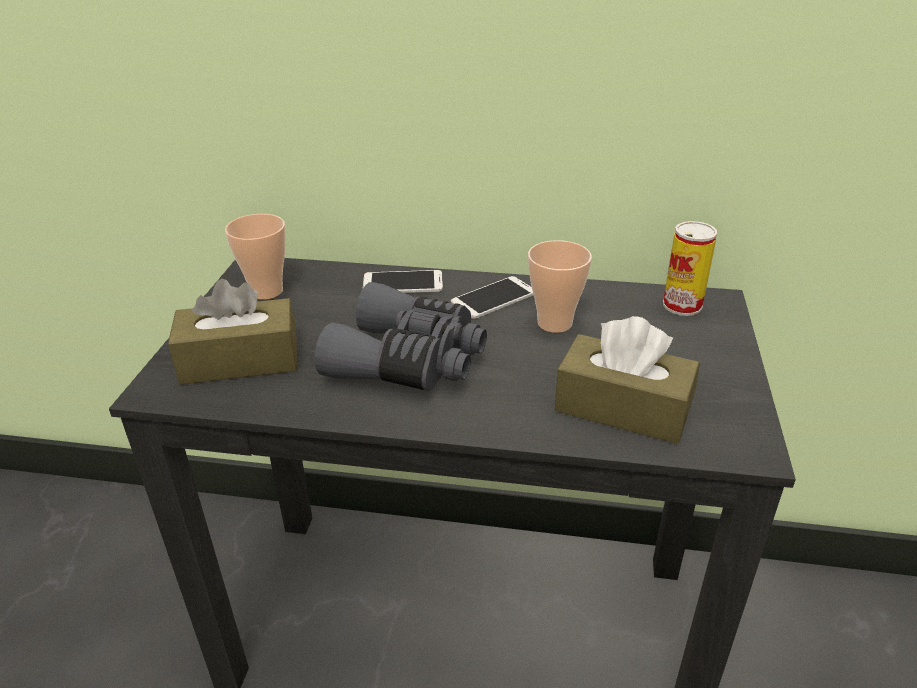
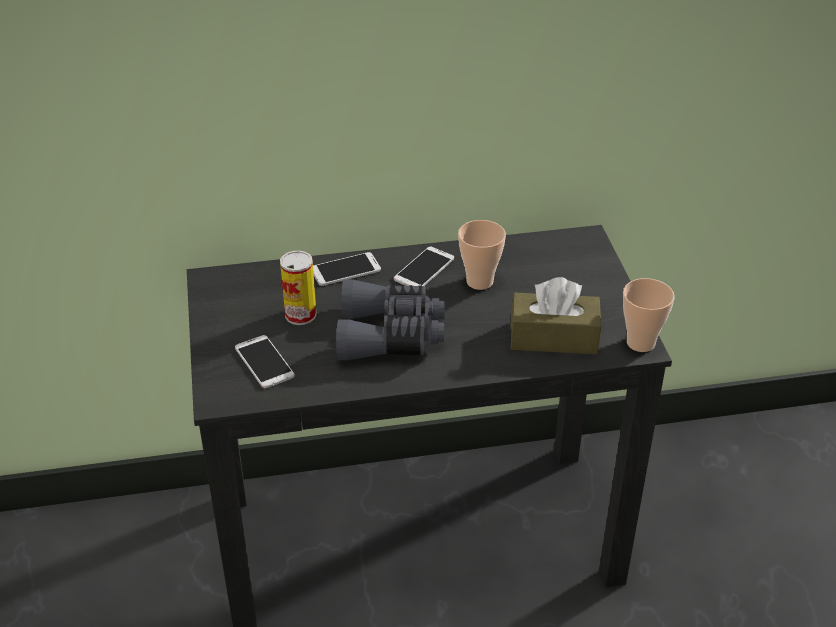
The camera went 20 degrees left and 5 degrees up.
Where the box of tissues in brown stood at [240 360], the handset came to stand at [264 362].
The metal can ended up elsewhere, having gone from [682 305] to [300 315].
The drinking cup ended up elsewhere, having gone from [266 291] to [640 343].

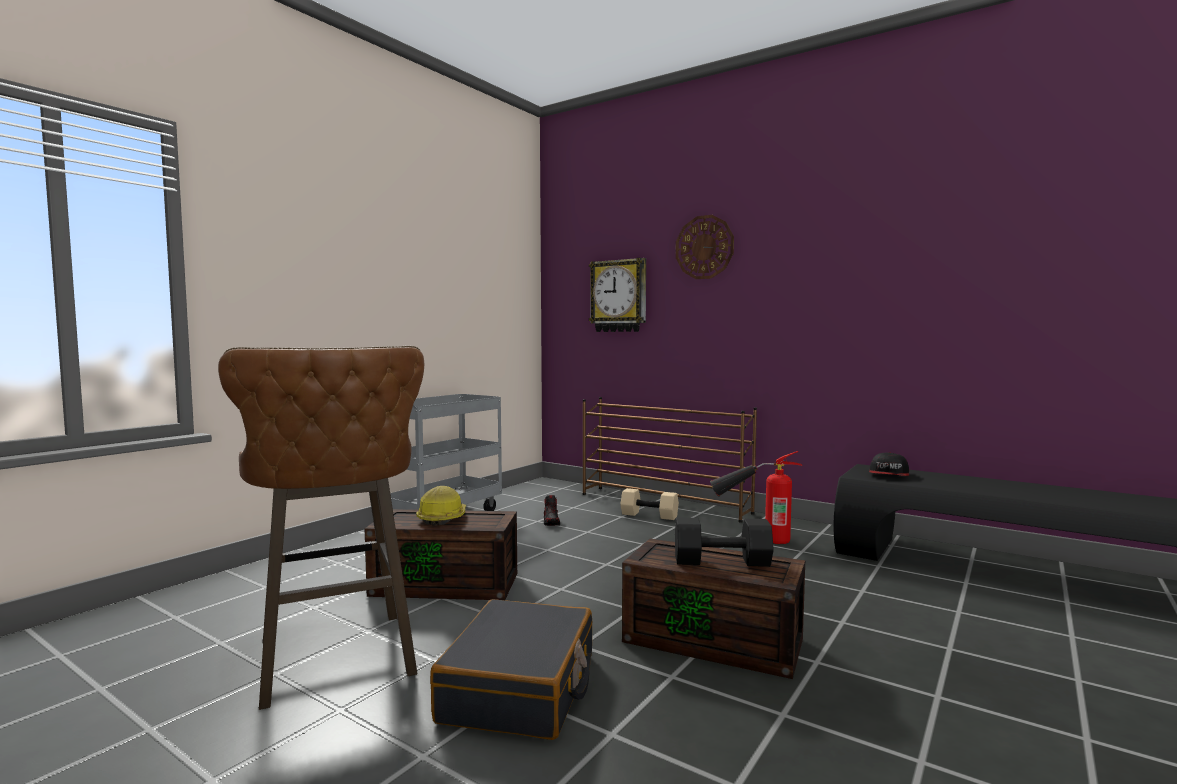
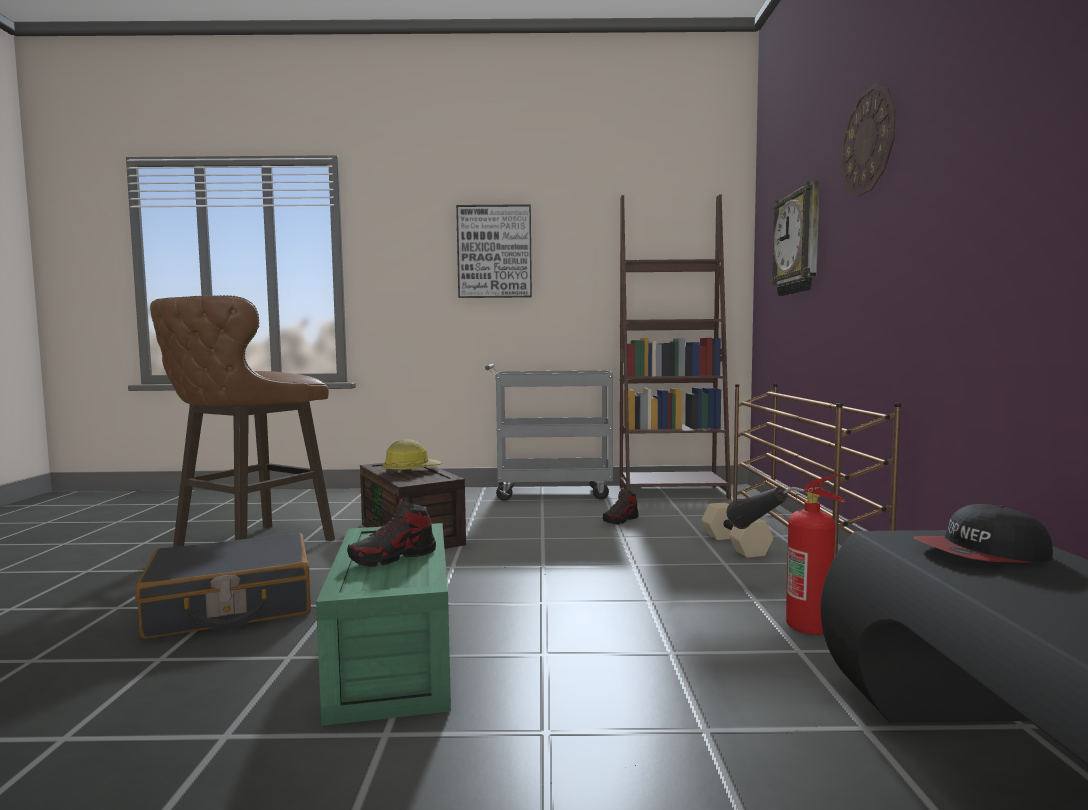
The camera went 55 degrees right and 0 degrees up.
What was the storage box in brown at [715 640] turned into the storage box in green-coloured at [397 659].
Where the hand weight in black stood at [722 561], the shoe came to stand at [393 557].
The second view gained the picture at [494 252].
The second view gained the bookshelf in brown at [672 492].

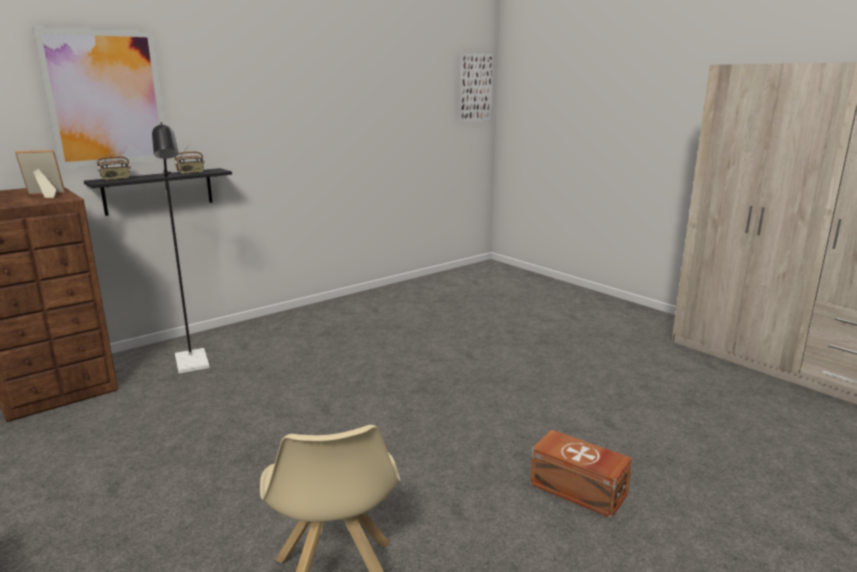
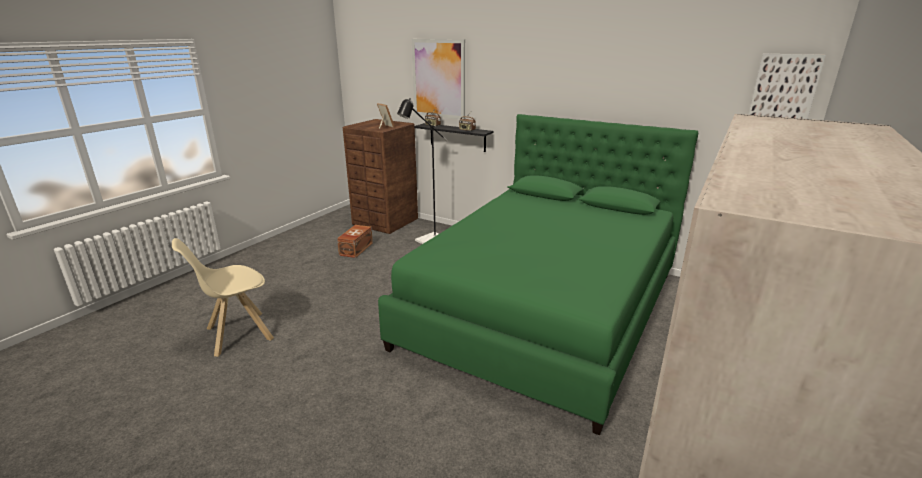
The camera went 70 degrees right and 5 degrees up.
The storage box in brown ended up elsewhere, having gone from [578 490] to [355 249].
The second view gained the sleeping bed in green-coloured at [545 308].

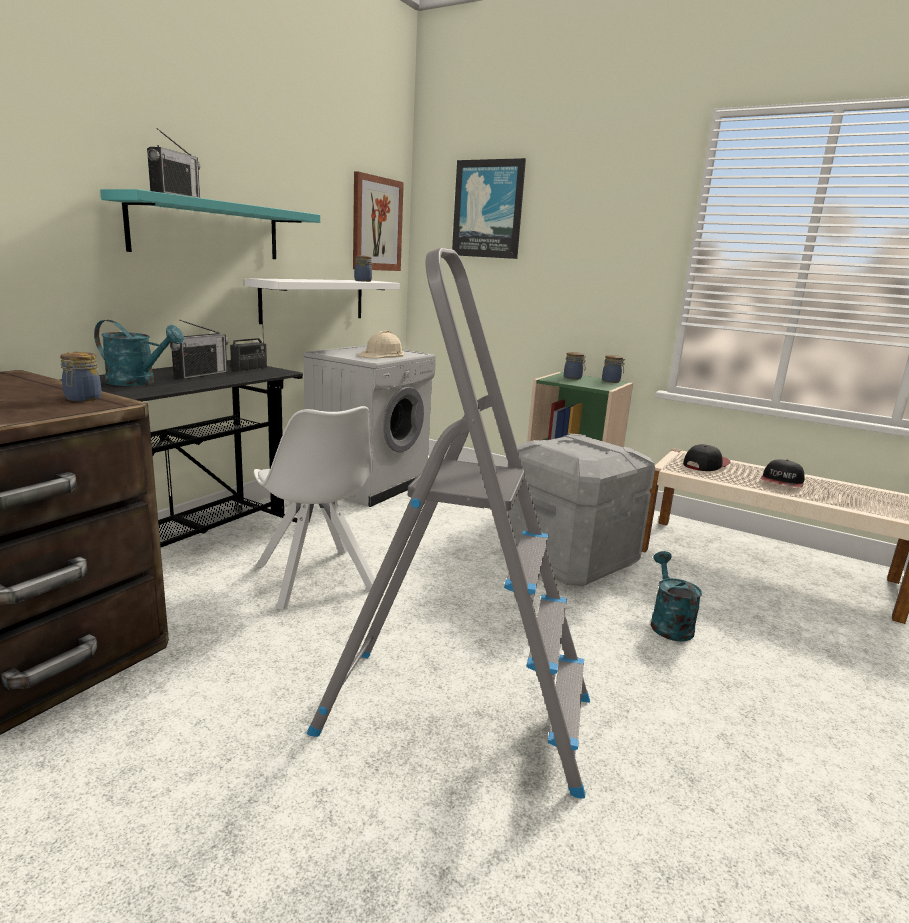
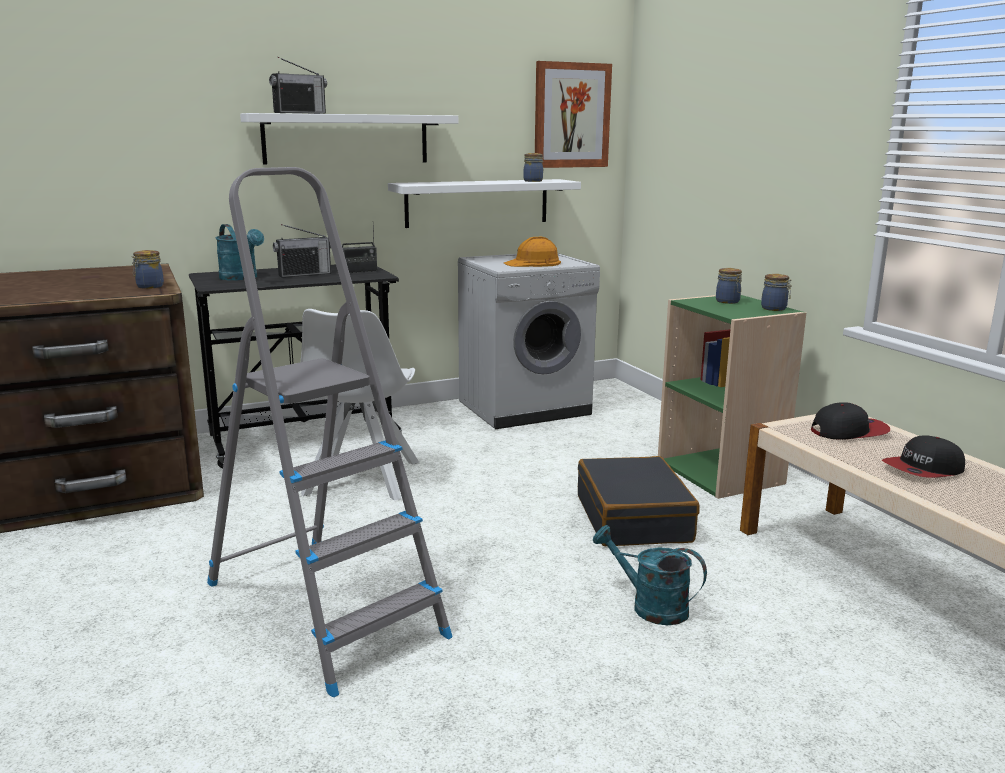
The camera went 35 degrees right and 0 degrees up.
What was the wall shelf in turquoise-coloured at [207 229] turned into the wall shelf in whitish at [346 139].
What was the safety helmet in sand-coloured at [381 354] turned into the safety helmet in orange at [533 263].
Where the storage box in grey stood at [567 558], the piece of luggage in black came to stand at [634 518].
The watering pot in turquoise-coloured at [668 623] ended up facing another way, 90 degrees counterclockwise from before.
The second view lost the picture at [488 209].

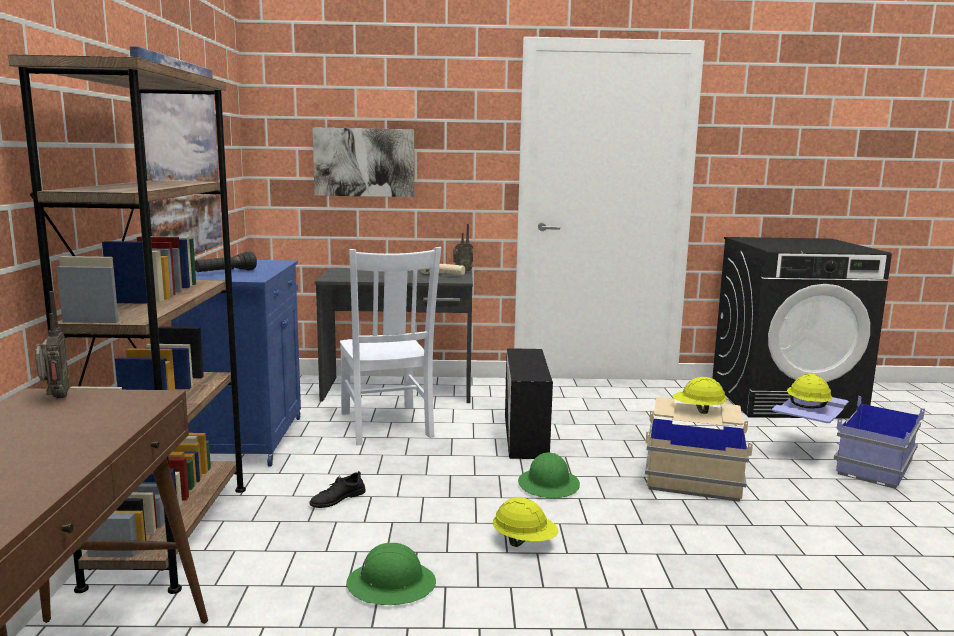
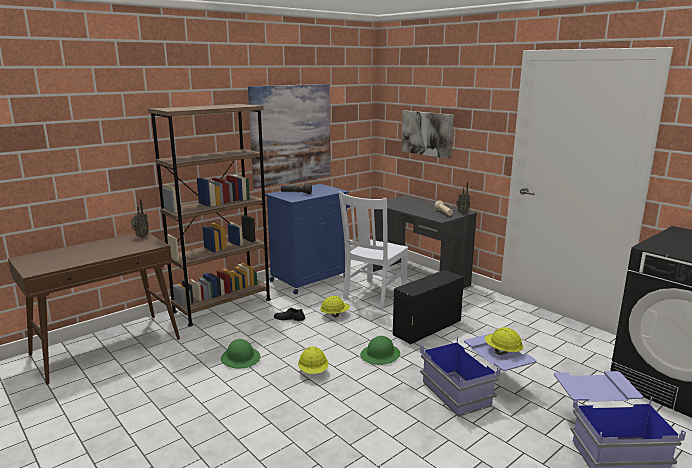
The camera went 50 degrees right and 5 degrees up.
The safety helmet in yellow-coloured ended up elsewhere, having gone from [807 406] to [334 315].
What was the storage box in sand-coloured at [693 470] turned into the storage box in blue-coloured at [475 389].

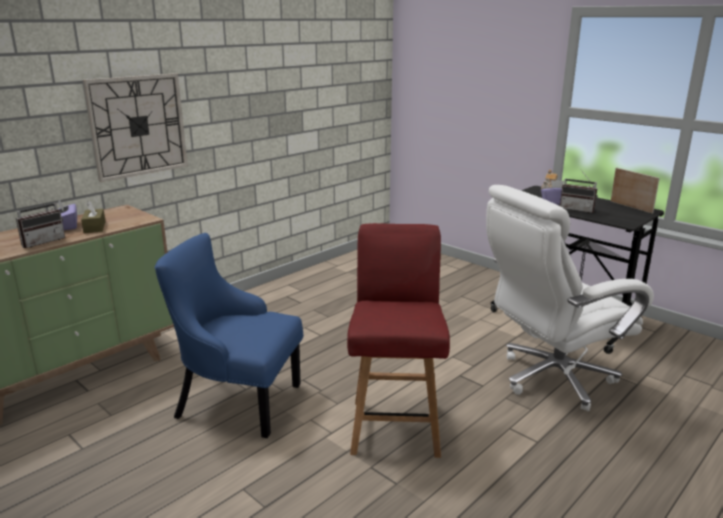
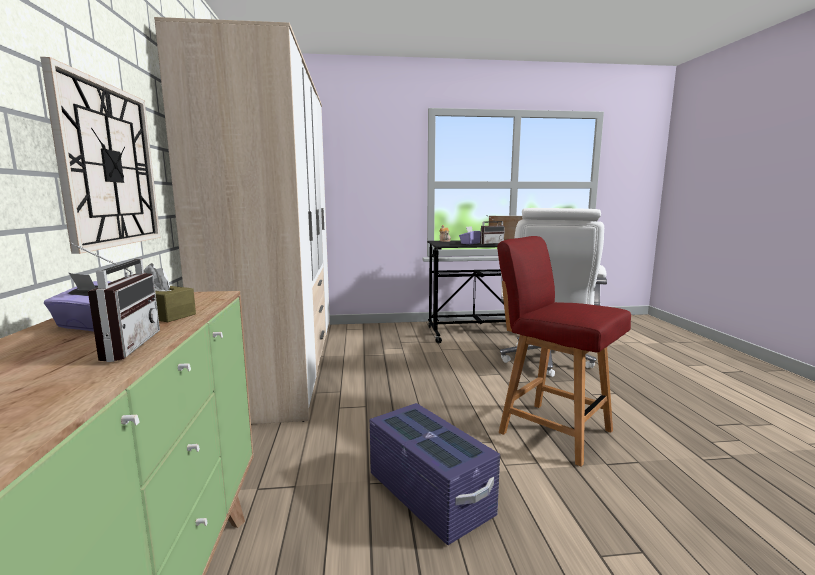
The camera went 50 degrees left and 10 degrees down.
The second view gained the wardrobe at [284 362].
Where the chair in blue-coloured stood at [240 403], the storage box in purplish came to stand at [429 495].

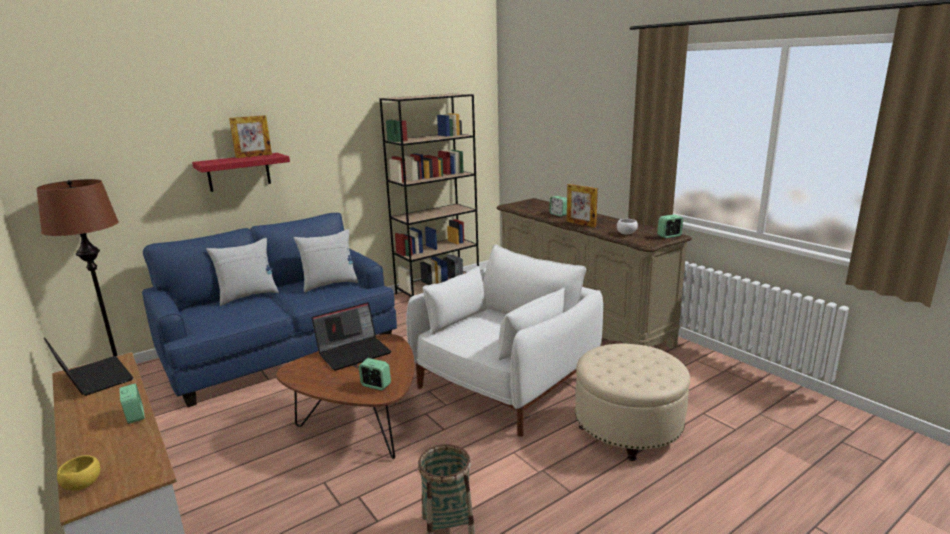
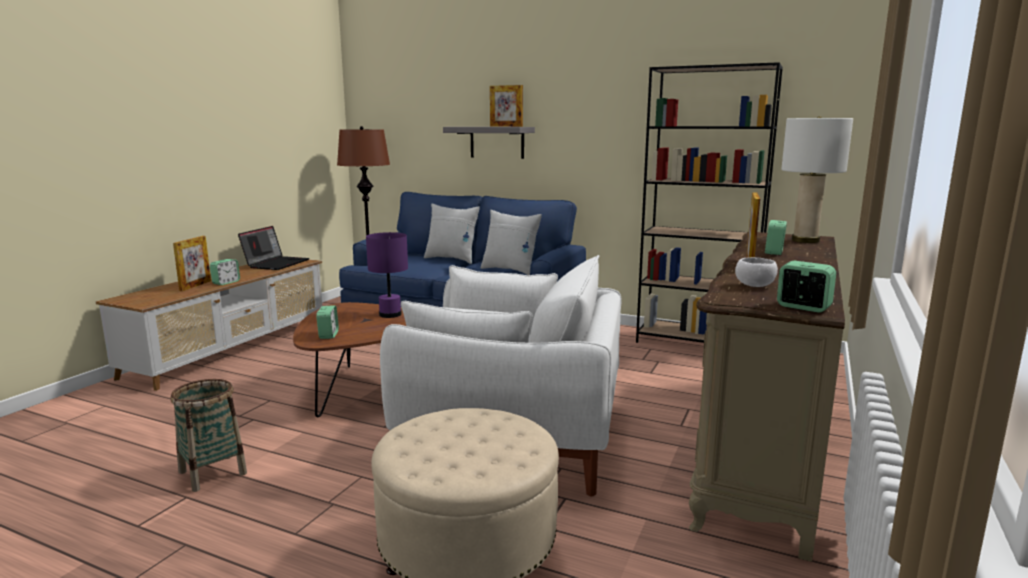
The camera went 60 degrees right and 5 degrees down.
The second view gained the photo frame at [195 285].
Where the laptop stood at [354 352], the lamp for a table in purplish came to stand at [390 314].
What was the wall shelf in reddish at [238 172] turned into the wall shelf in grey at [497 142].
The second view gained the lamp for a table in whitish at [805 240].
The second view lost the bowl in yellow-coloured at [82 484].

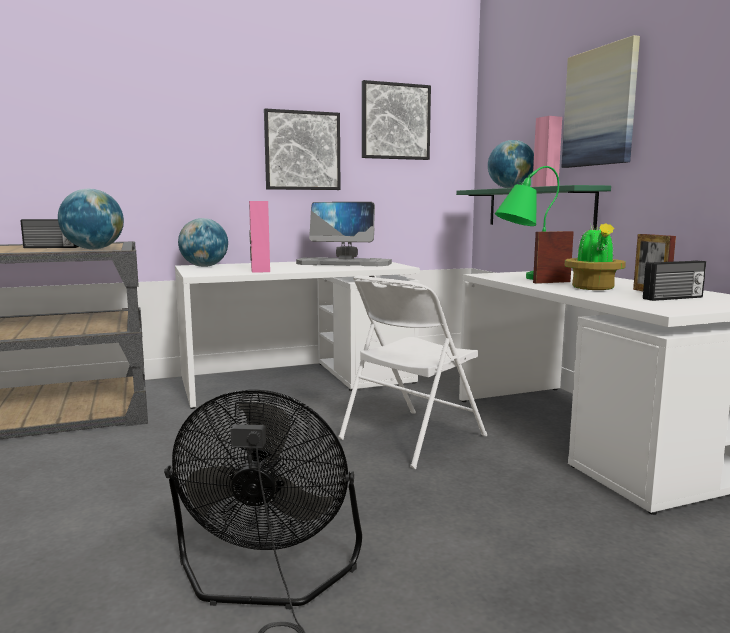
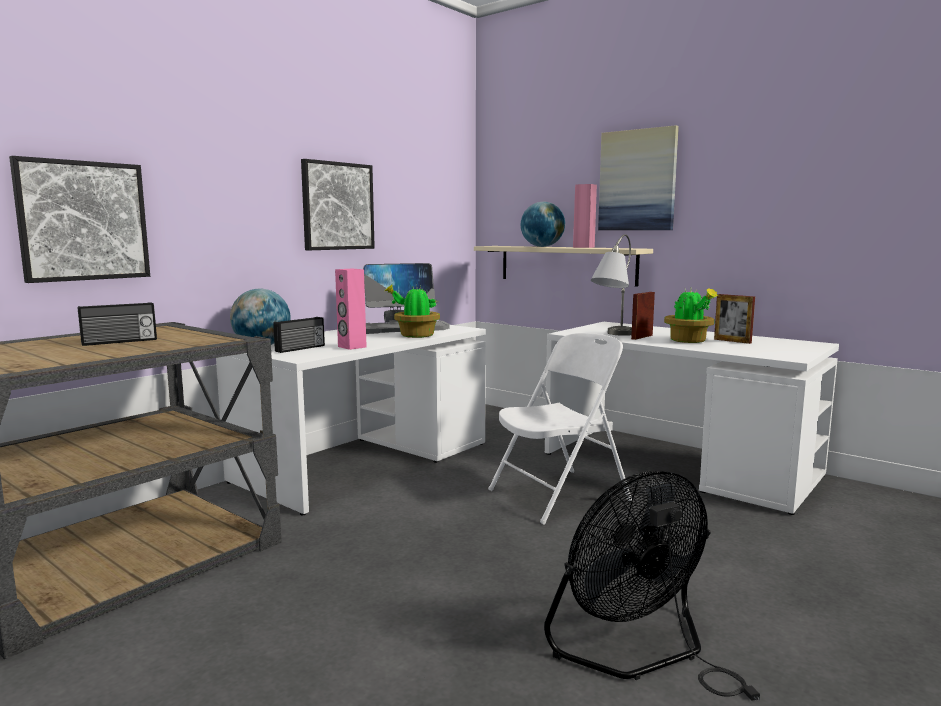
The camera went 30 degrees left and 0 degrees up.
The picture ended up elsewhere, having gone from [395 121] to [83 221].
The radio receiver ended up elsewhere, having gone from [674 298] to [301 348].
The second view gained the potted plant at [415 336].
What was the wall shelf in green-coloured at [538 207] turned into the wall shelf in sand-coloured at [566 264].
The chair in whitish at [412 437] ended up facing another way, 135 degrees counterclockwise from before.
What was the lamp for a table in green-coloured at [523 279] turned into the lamp for a table in grey at [612 335].
The second view lost the globe at [94 249].

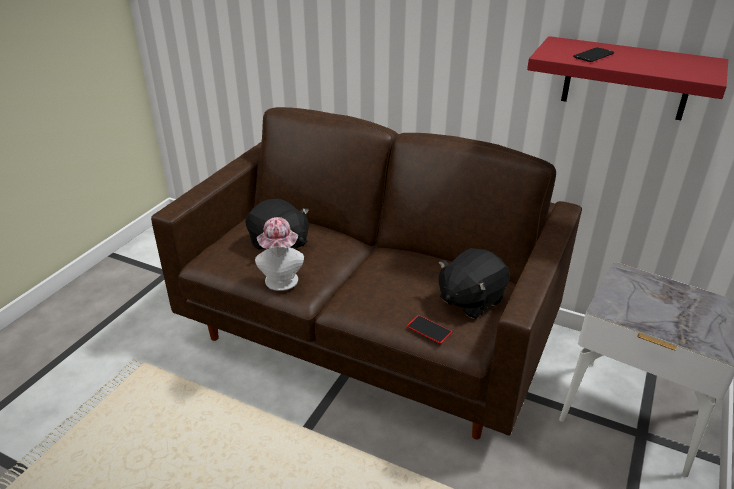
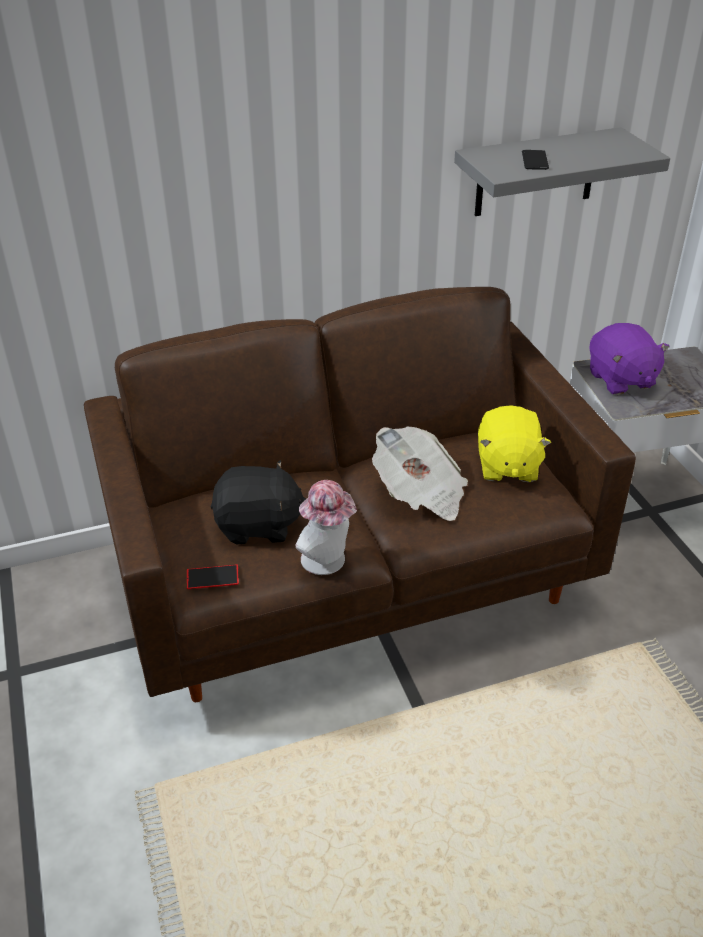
The camera went 45 degrees left and 5 degrees up.
The handset ended up elsewhere, having gone from [429 329] to [212 577].
The second view gained the newspaper at [420 493].
What was the wall shelf in reddish at [626 79] turned into the wall shelf in grey at [536 173].
What was the plush toy in black at [470 300] turned into the plush toy in yellow-coloured at [507 466].
The second view gained the plush toy in purplish at [620 379].

